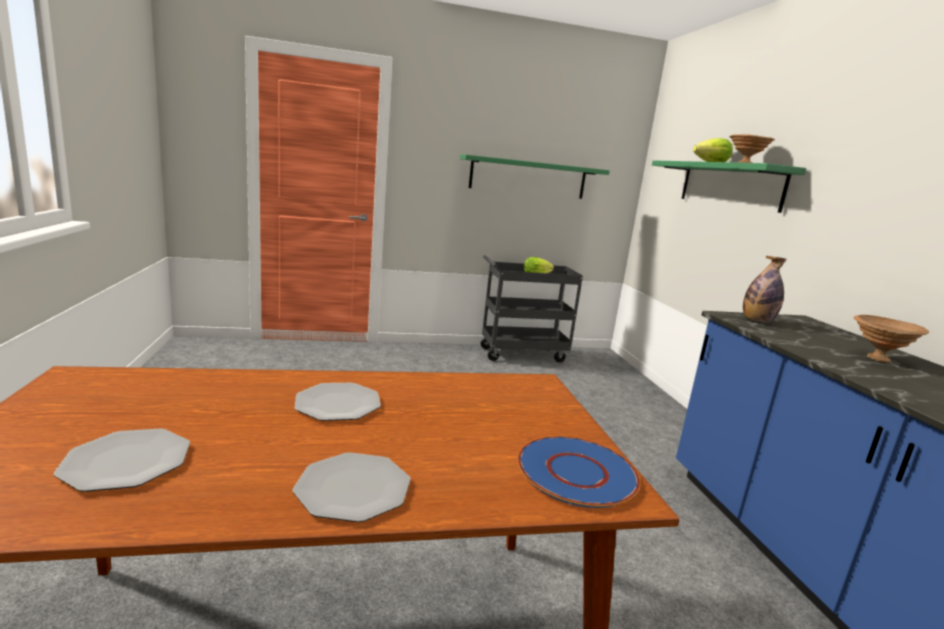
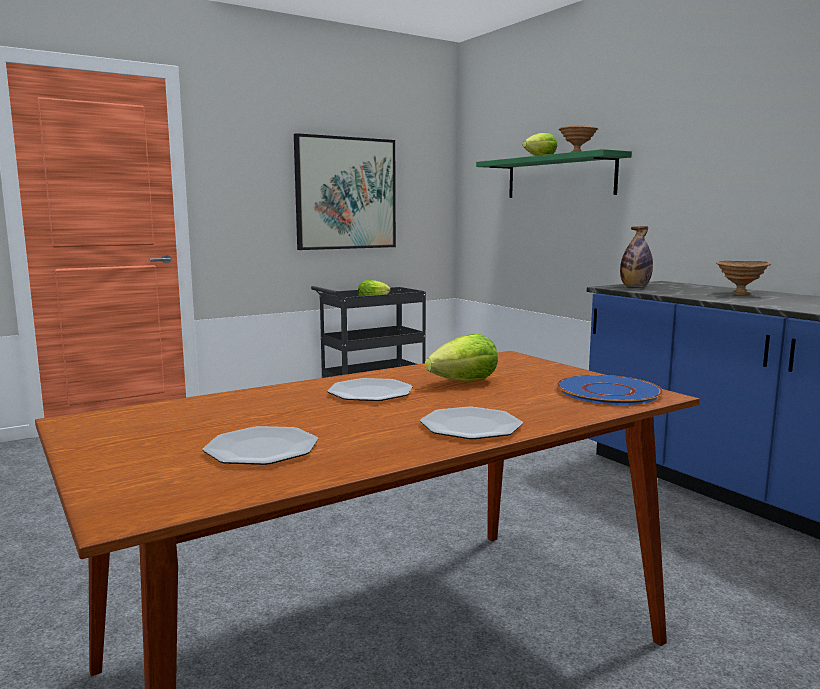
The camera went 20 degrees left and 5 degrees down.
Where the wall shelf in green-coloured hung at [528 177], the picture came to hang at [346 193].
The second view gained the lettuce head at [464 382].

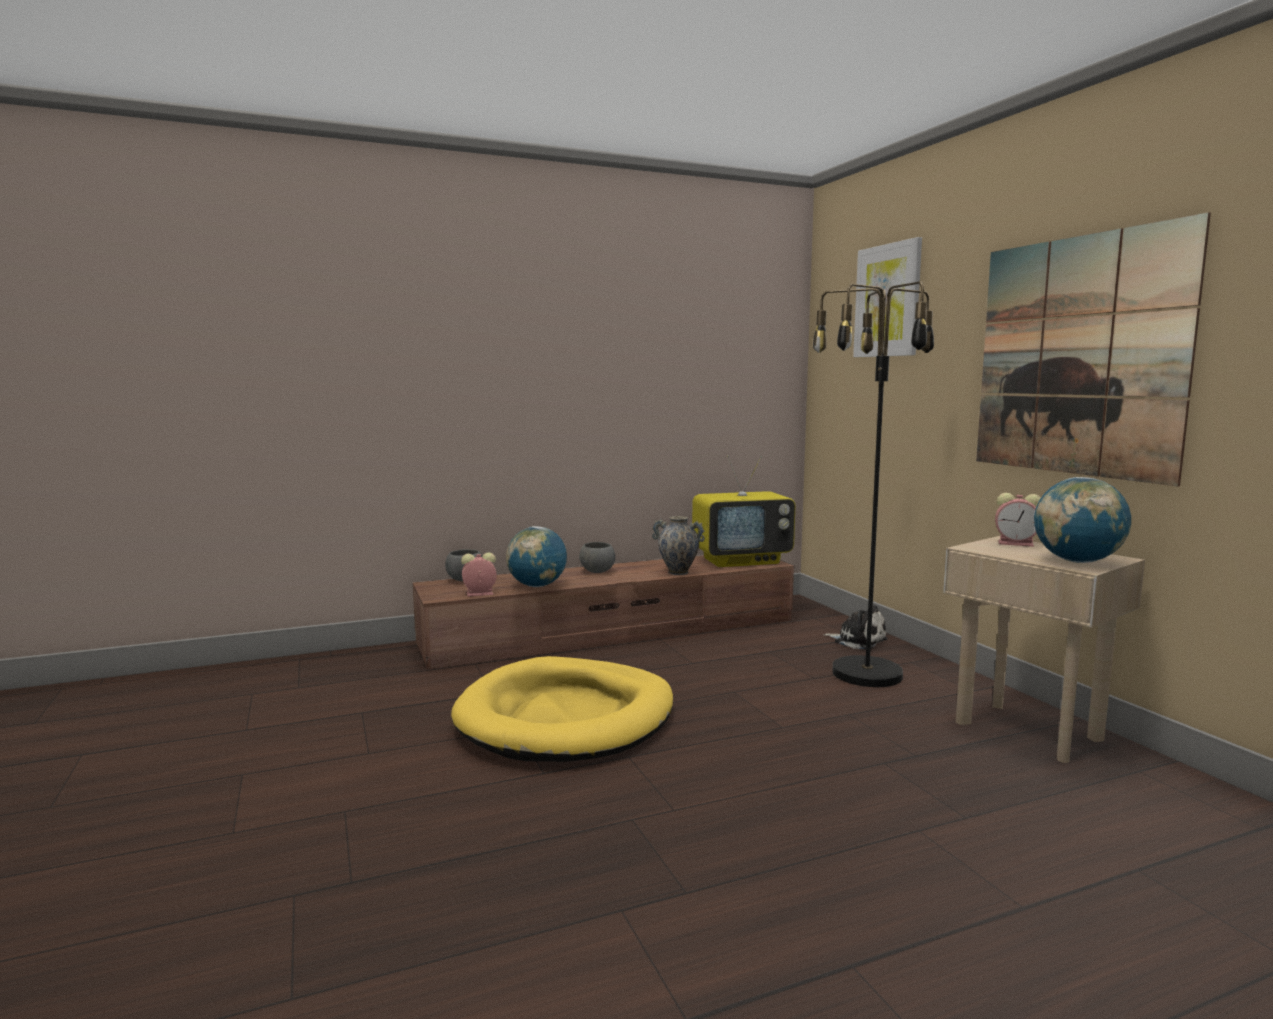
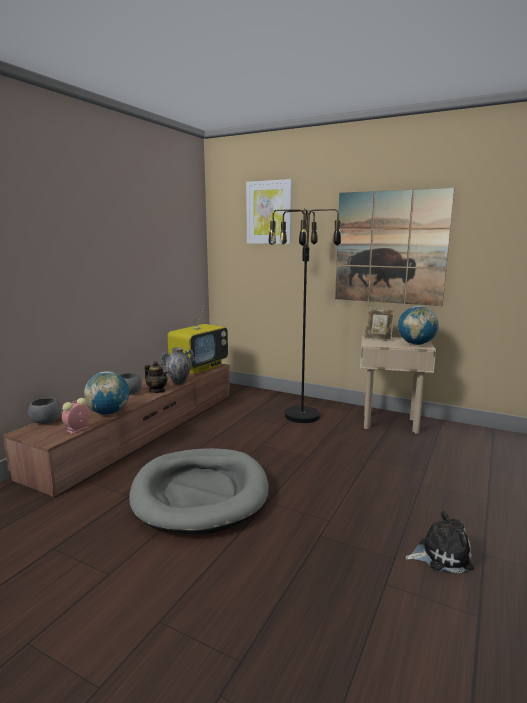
The camera went 40 degrees left and 5 degrees up.
What was the dog cushion in yellow-coloured at [567 717] turned into the dog cushion in grey at [200 493].
The second view gained the tea pot at [157 391].
Where the alarm clock stood at [1017 543], the photo frame came to stand at [378 338].
The plush toy ended up elsewhere, having gone from [857 641] to [440 555].

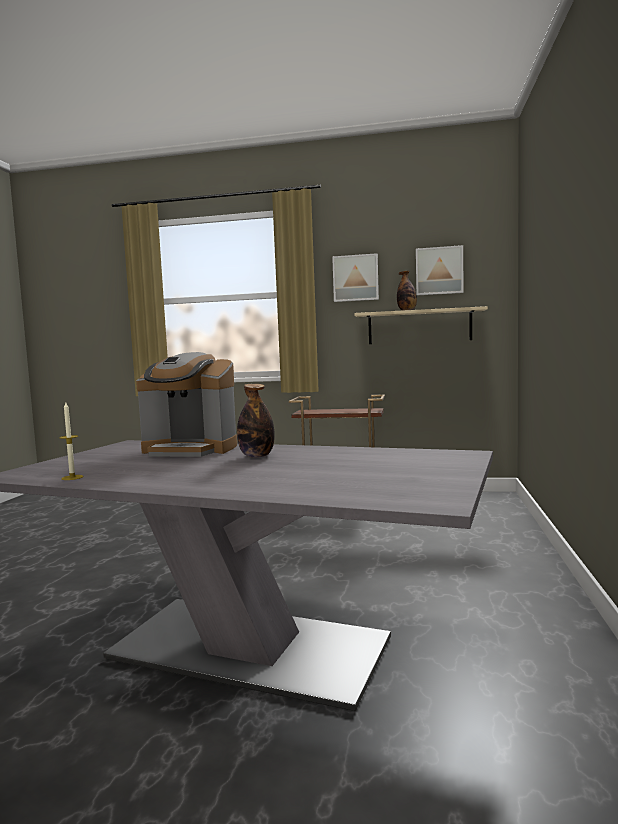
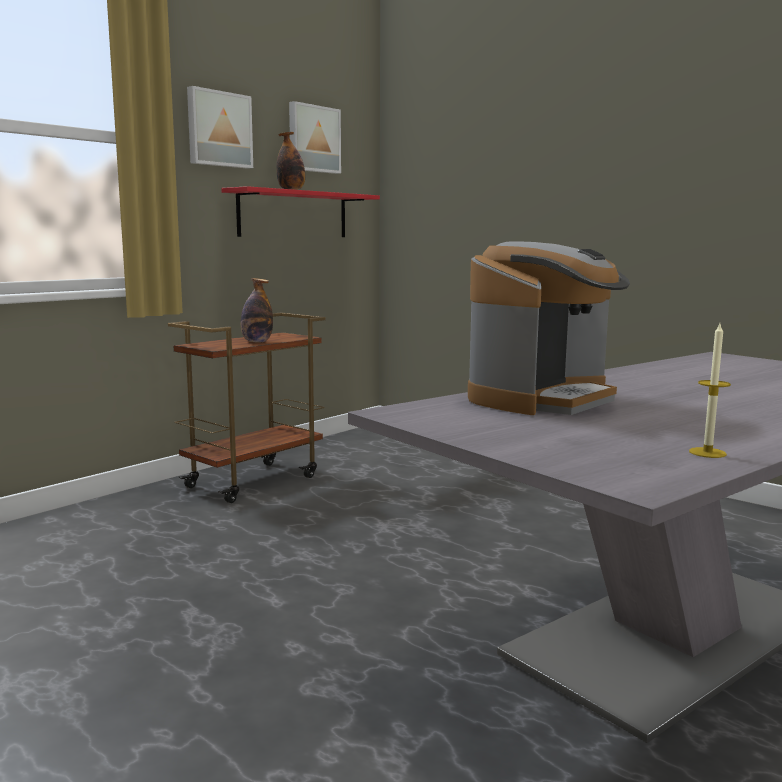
The camera went 60 degrees left and 5 degrees up.
What was the wall shelf in sand-coloured at [419 326] turned into the wall shelf in reddish at [293 214].
The beverage bottle ended up elsewhere, having gone from [256 456] to [257 342].

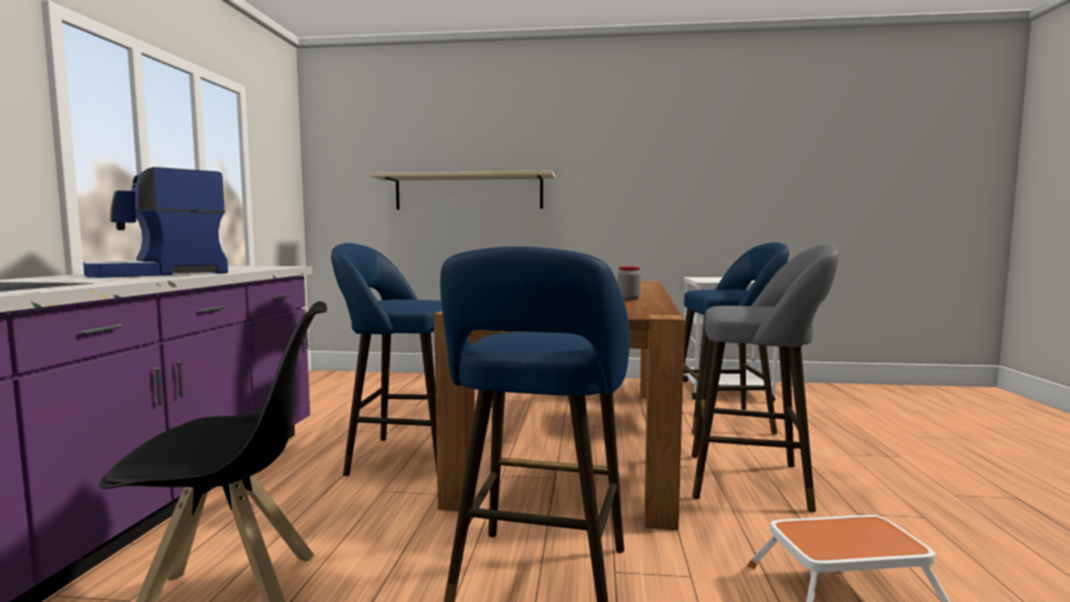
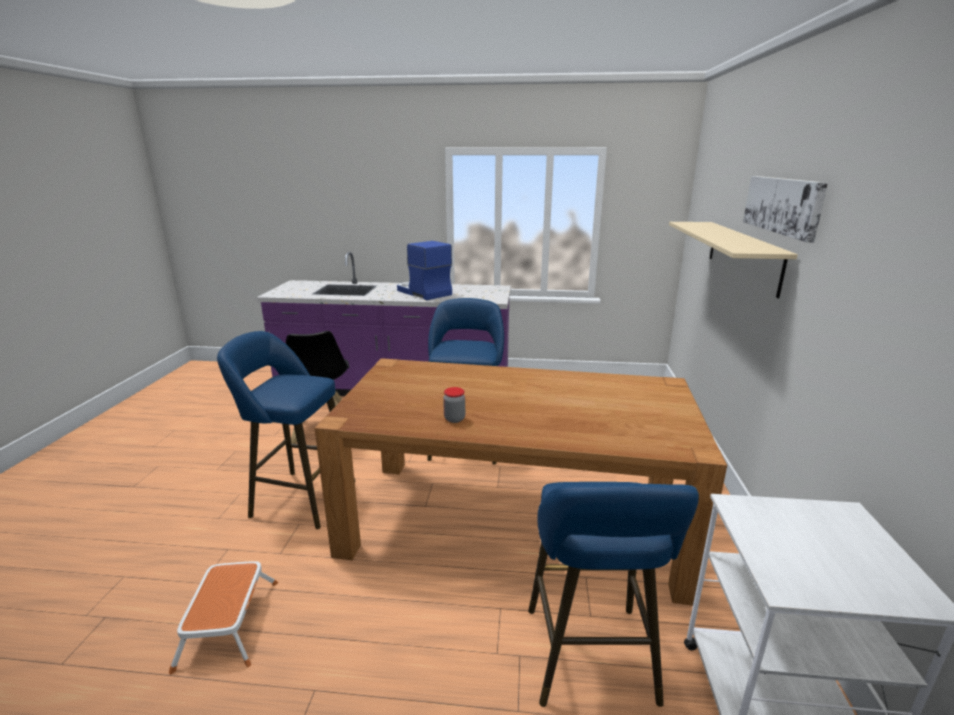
The camera went 90 degrees right and 15 degrees up.
The second view gained the picture at [782 205].
The second view lost the stool seat in grey at [756 482].

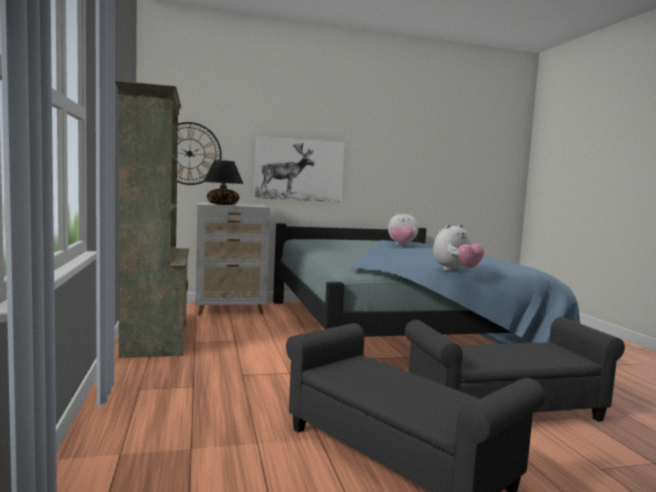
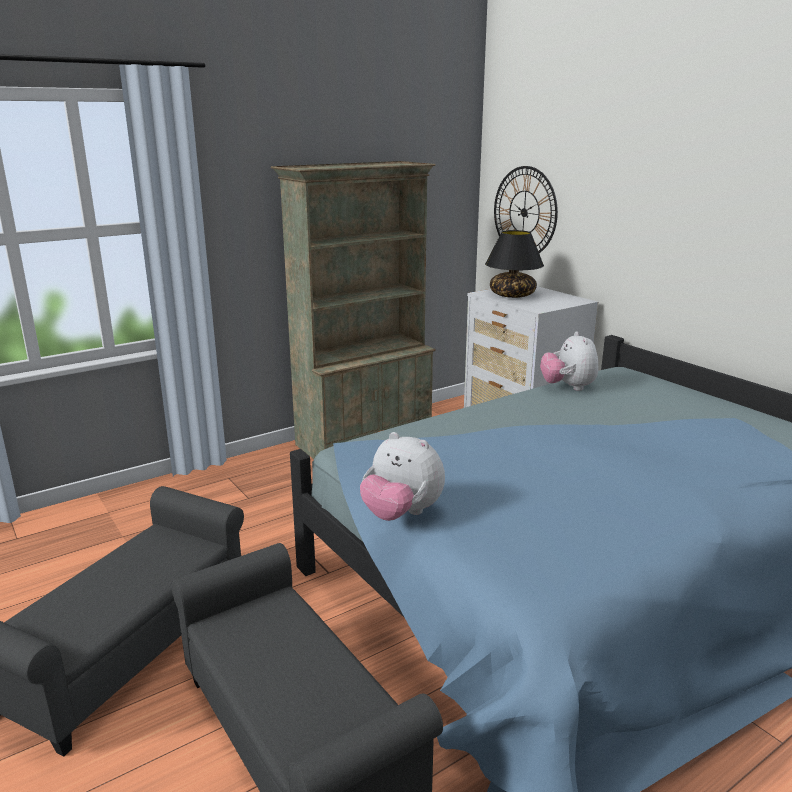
The camera went 70 degrees right and 15 degrees up.
The plush toy ended up elsewhere, having gone from [401 245] to [568 387].
The second view lost the picture at [299 170].

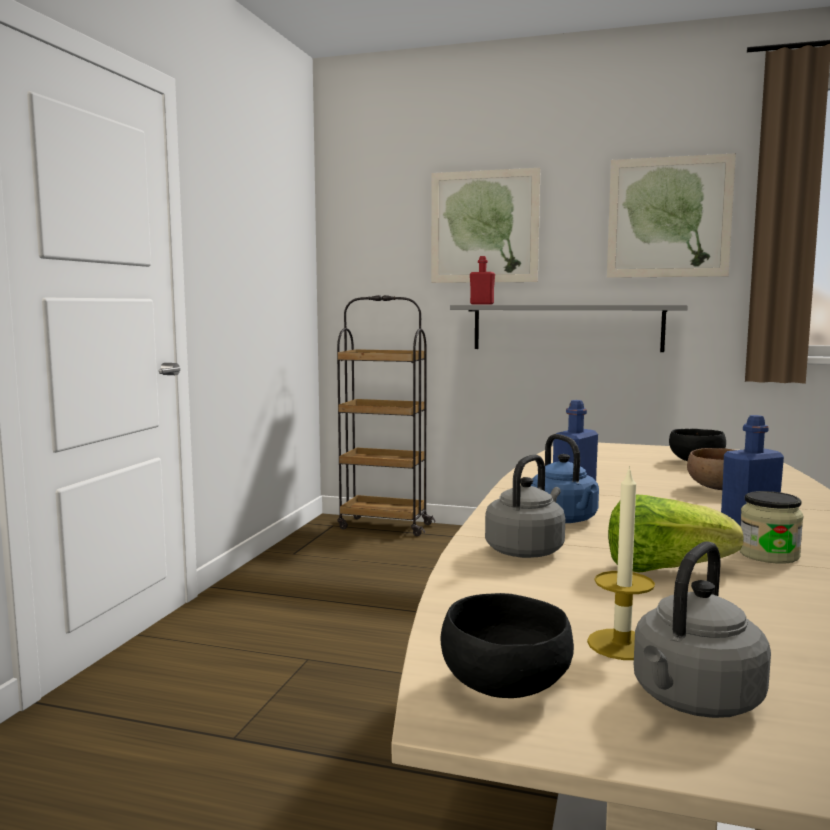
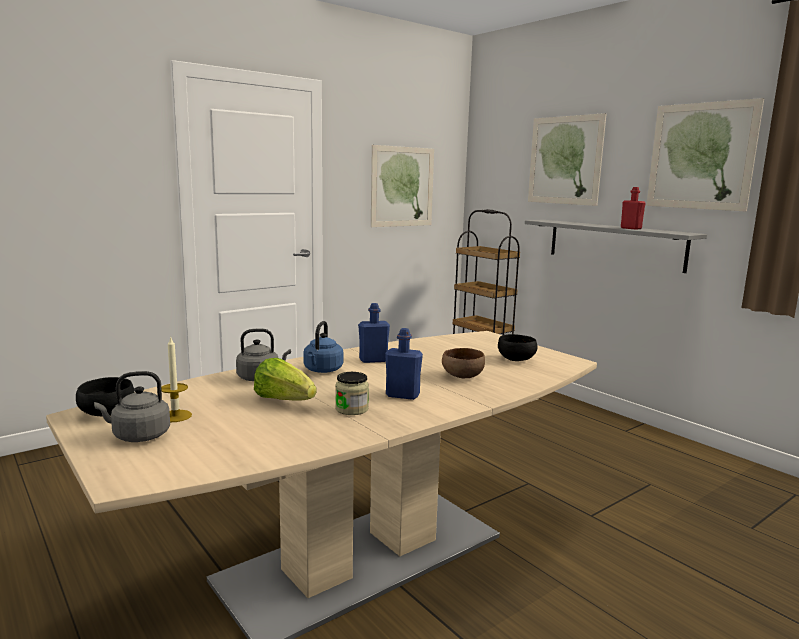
The camera went 35 degrees right and 5 degrees up.
The second view gained the picture at [402 187].
The beverage bottle in reddish ended up elsewhere, having gone from [482 304] to [631 228].

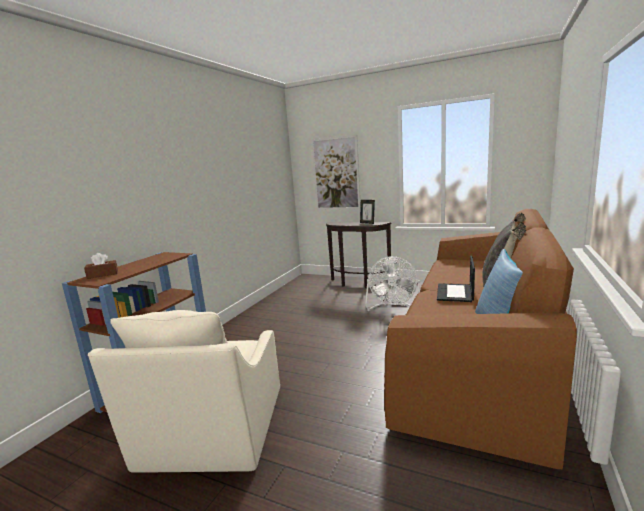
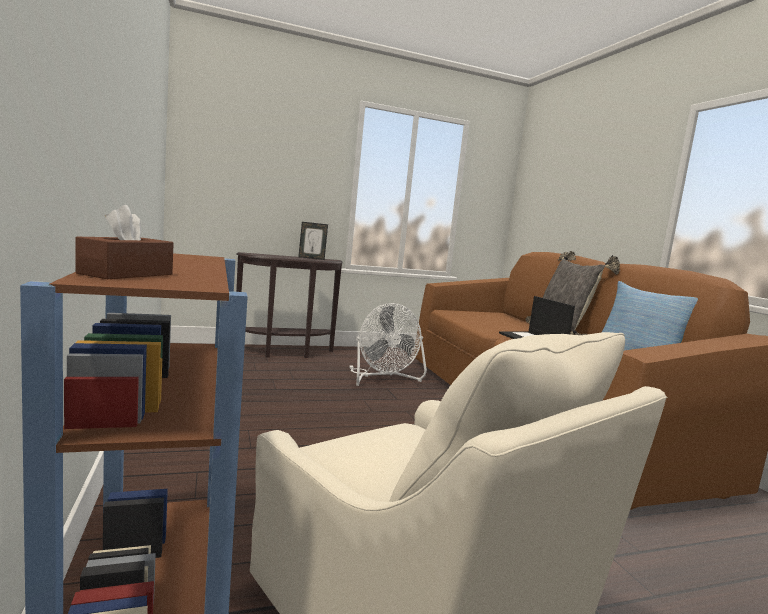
The camera went 45 degrees left and 5 degrees down.
The second view lost the picture at [336 174].

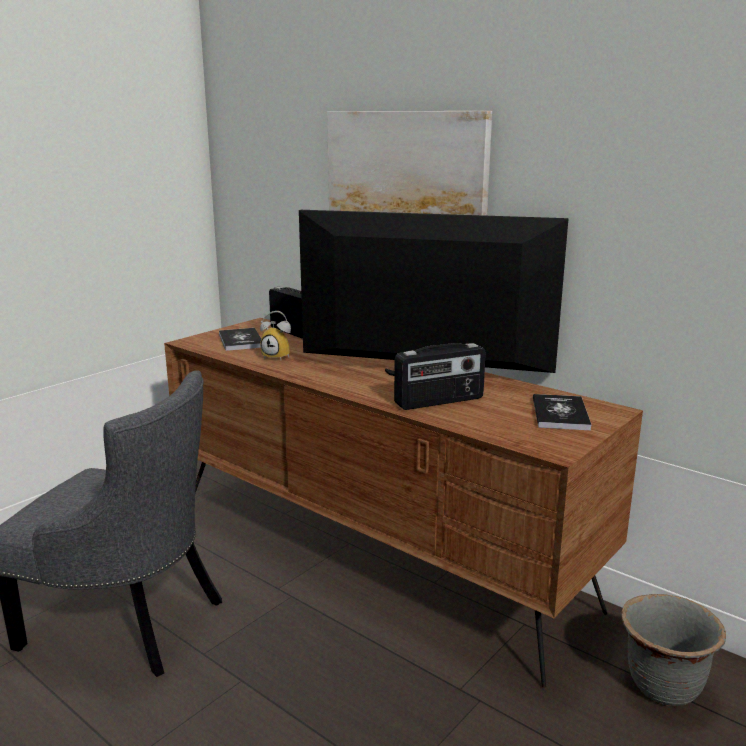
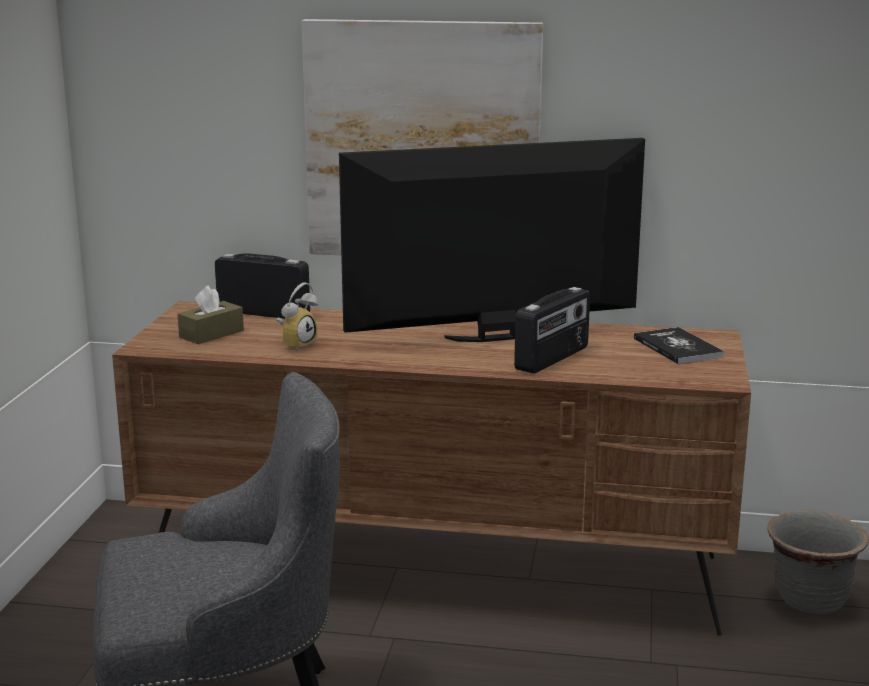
The camera went 30 degrees left and 0 degrees up.
Where the volume stood at [241 340], the box of tissues in brown came to stand at [211 334].
The alarm clock at [278 357] ended up facing another way, 45 degrees counterclockwise from before.

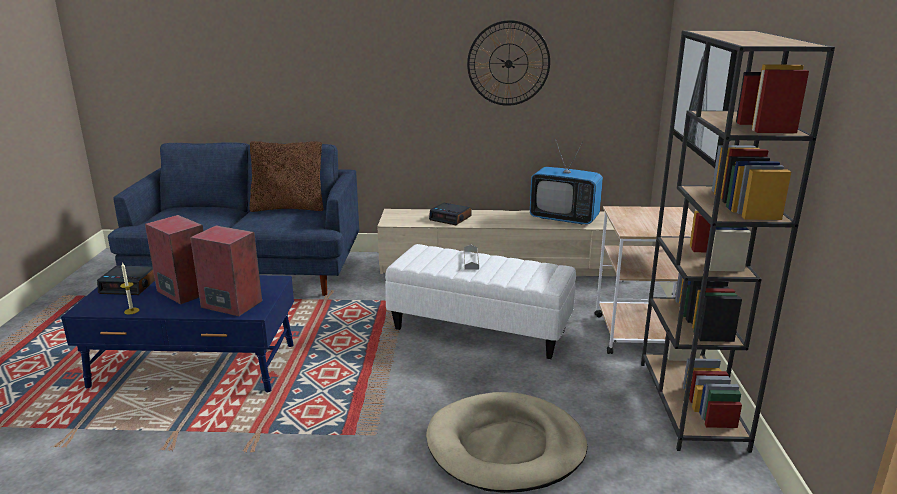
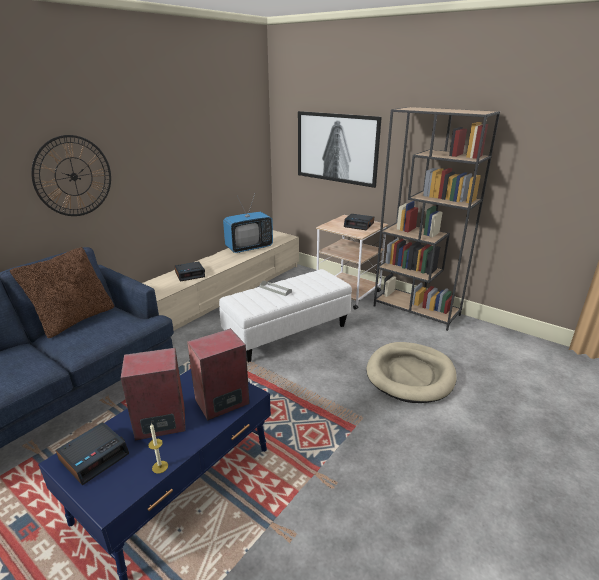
The camera went 55 degrees left and 5 degrees up.
The clock on the wall ended up elsewhere, having gone from [508 63] to [73 176].
The second view gained the alarm clock at [359 225].

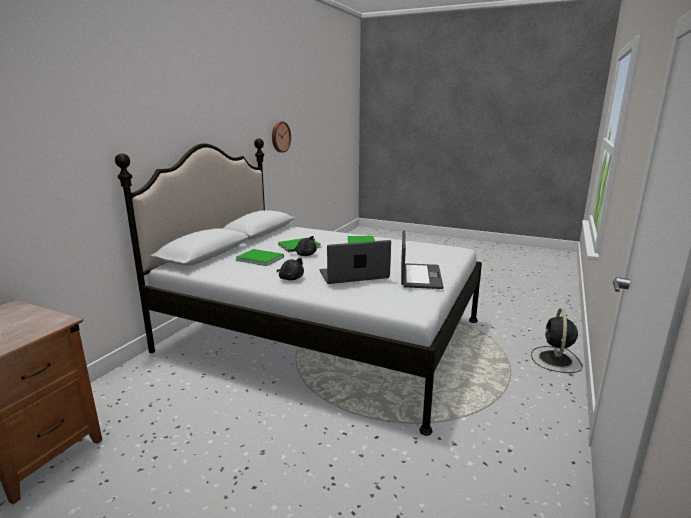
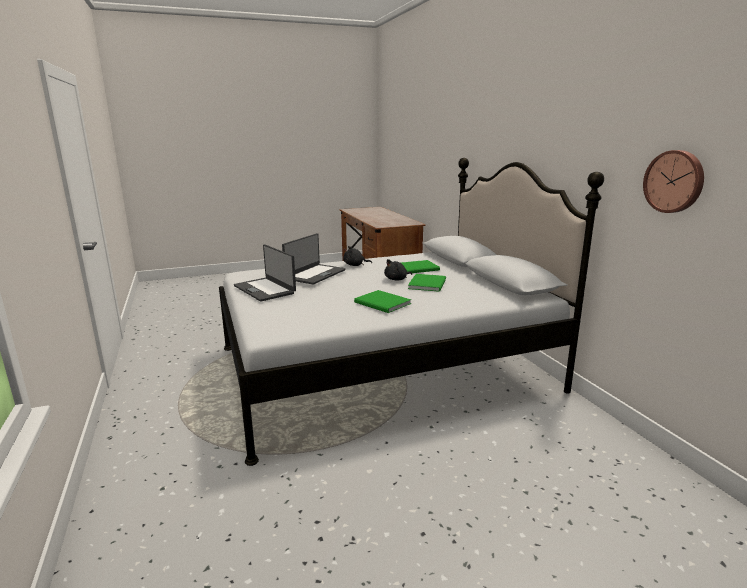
The camera went 135 degrees right and 0 degrees up.
The second view lost the cooling fan in black at [555 360].

